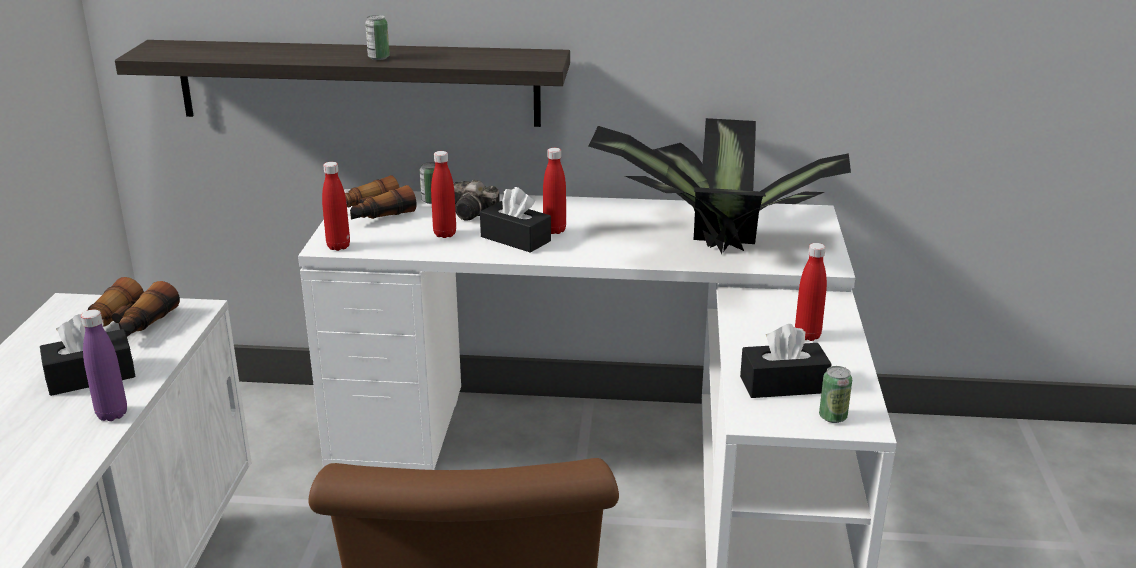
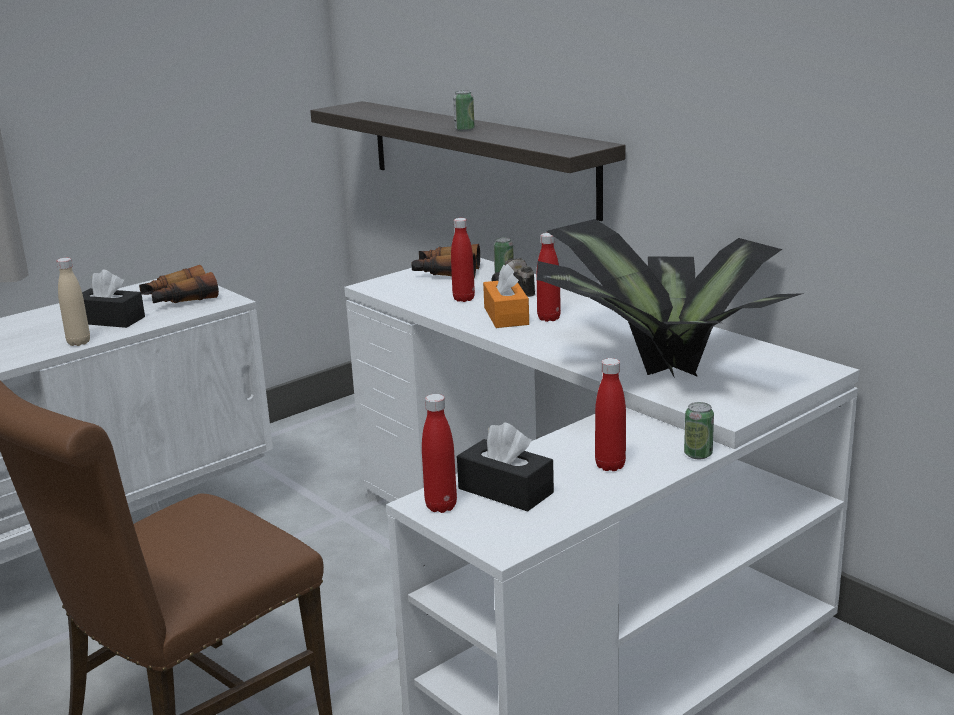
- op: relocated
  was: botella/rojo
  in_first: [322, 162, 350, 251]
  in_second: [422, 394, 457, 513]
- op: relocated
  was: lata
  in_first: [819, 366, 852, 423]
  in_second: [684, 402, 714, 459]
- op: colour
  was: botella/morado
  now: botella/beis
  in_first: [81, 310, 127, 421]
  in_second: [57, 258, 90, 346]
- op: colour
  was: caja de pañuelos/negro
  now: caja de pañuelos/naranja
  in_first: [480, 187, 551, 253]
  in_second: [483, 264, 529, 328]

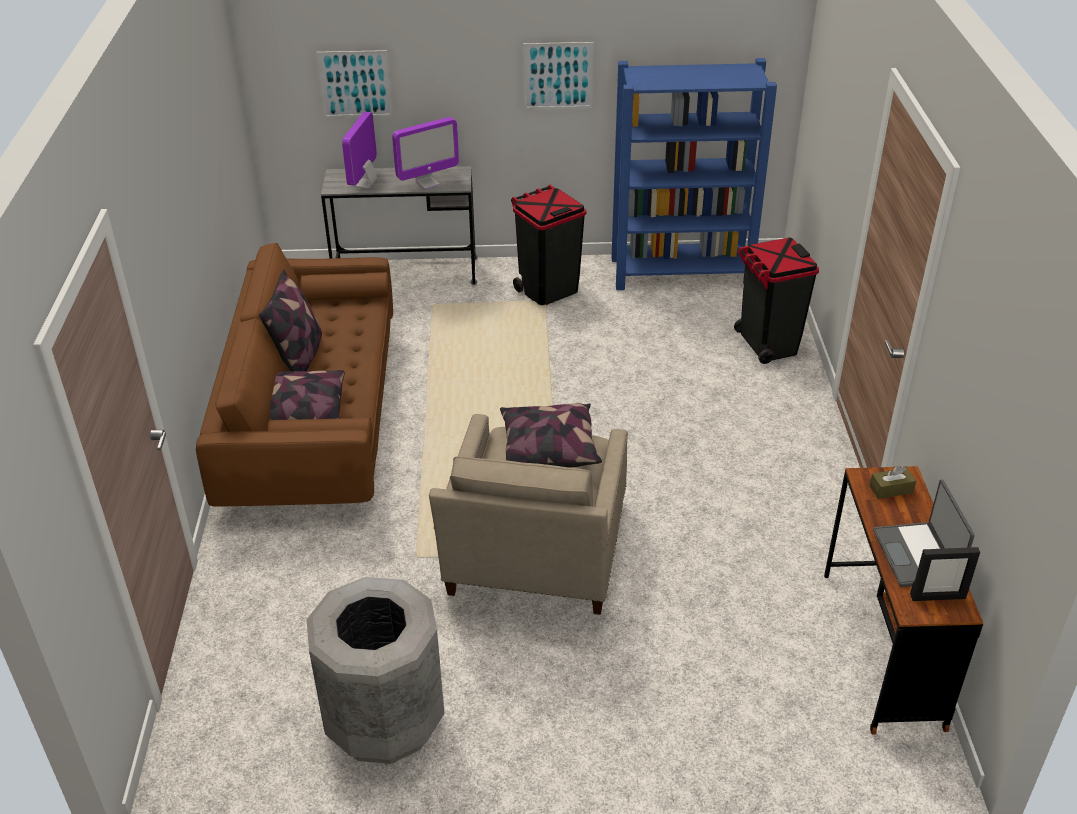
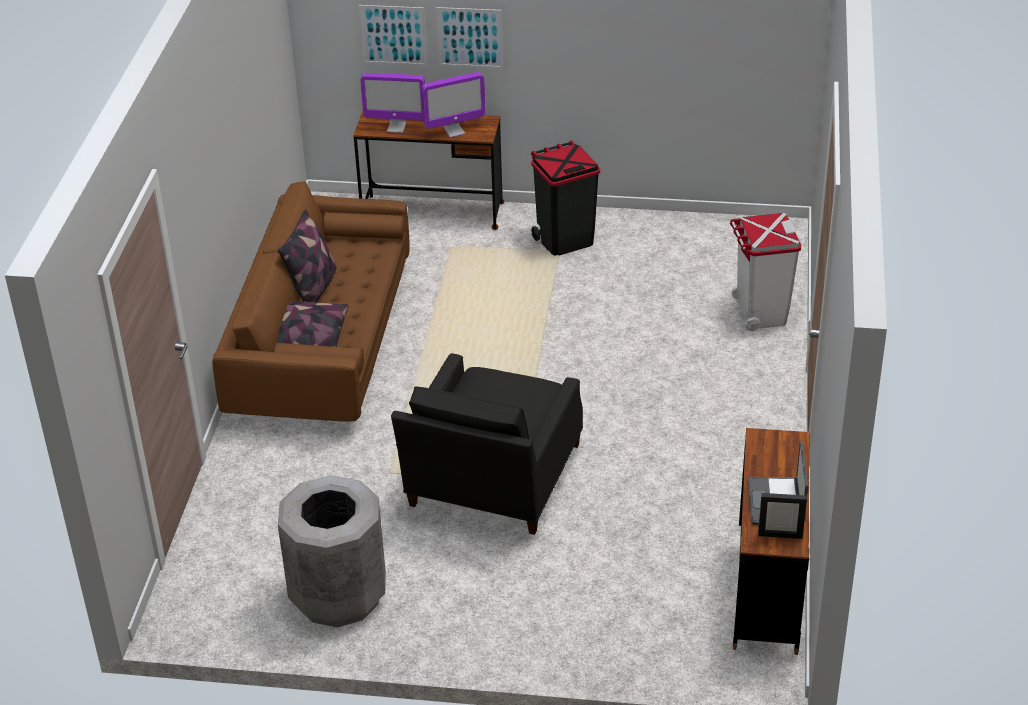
- op: missing
  was: cojín
  in_first: [500, 403, 602, 468]
- op: missing
  was: estantería/azul
  in_first: [611, 58, 777, 290]
- op: missing
  was: caja de pañuelos/marrón
  in_first: [869, 466, 916, 499]
- op: relocated
  was: cuadro
  in_first: [523, 42, 594, 110]
  in_second: [436, 7, 503, 69]
- op: colour
  was: escritorio/gris
  now: escritorio/marrón
  in_first: [321, 166, 478, 285]
  in_second: [353, 111, 504, 230]
- op: colour
  was: sillón/beis
  now: sillón/negro
  in_first: [429, 414, 628, 615]
  in_second: [391, 353, 583, 535]
- op: colour
  was: papelera/negro
  now: papelera/blanco
  in_first: [734, 238, 819, 364]
  in_second: [730, 213, 801, 331]
- op: spun
  was: monitor
  in_first: [342, 112, 377, 188]
  in_second: [360, 73, 425, 133]
  clockwise: -105

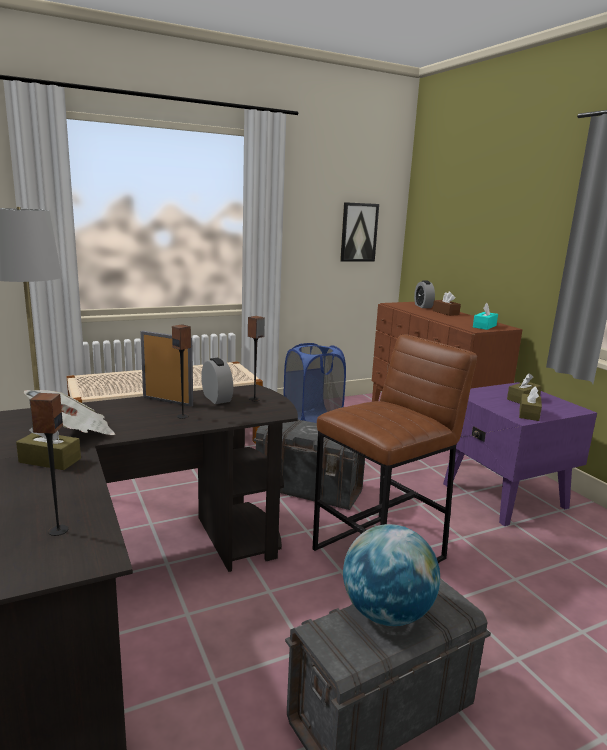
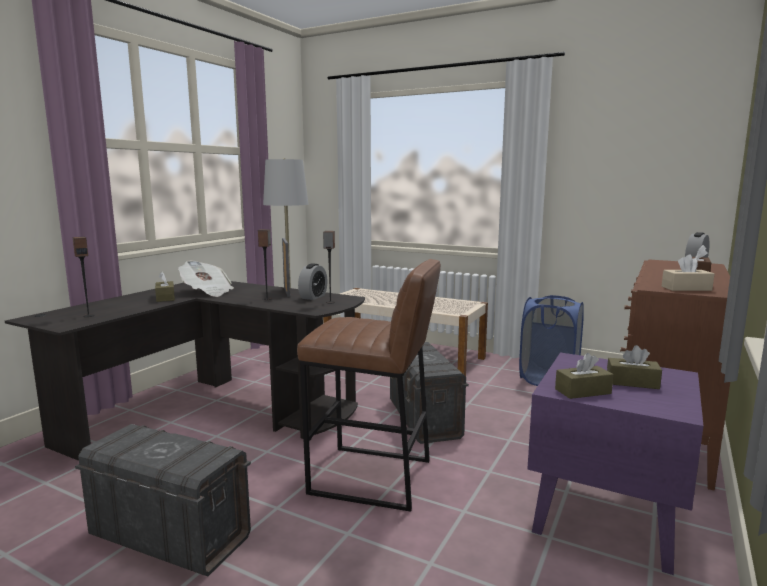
- op: missing
  was: cuadro
  in_first: [340, 202, 379, 262]
- op: missing
  was: globo terráqueo
  in_first: [343, 524, 440, 626]
- op: colour
  was: caja de pañuelos/turquesa
  now: caja de pañuelos/beis
  in_first: [473, 303, 498, 330]
  in_second: [662, 255, 714, 291]

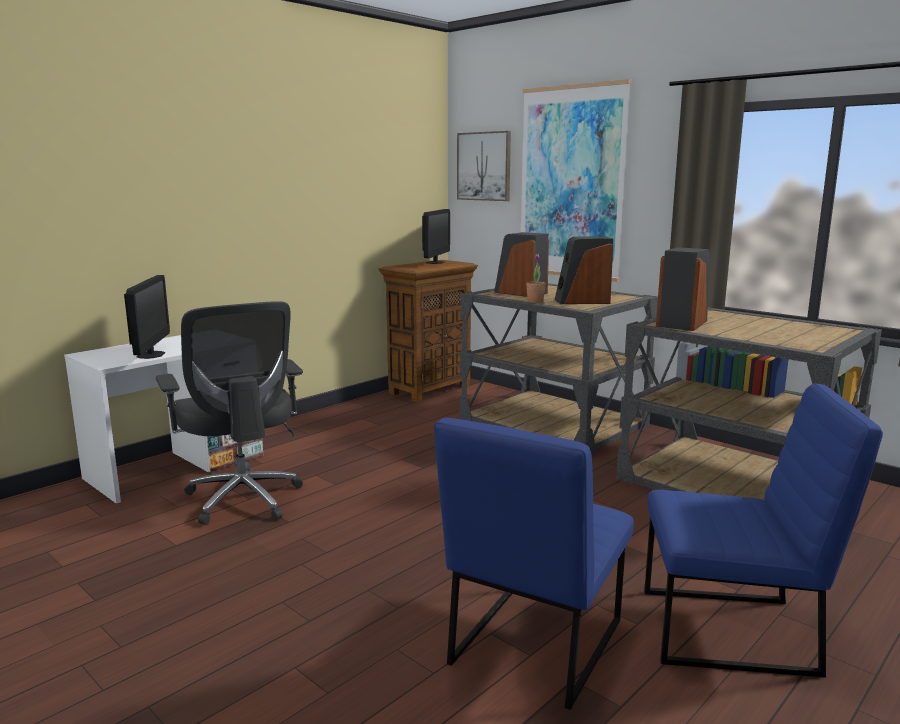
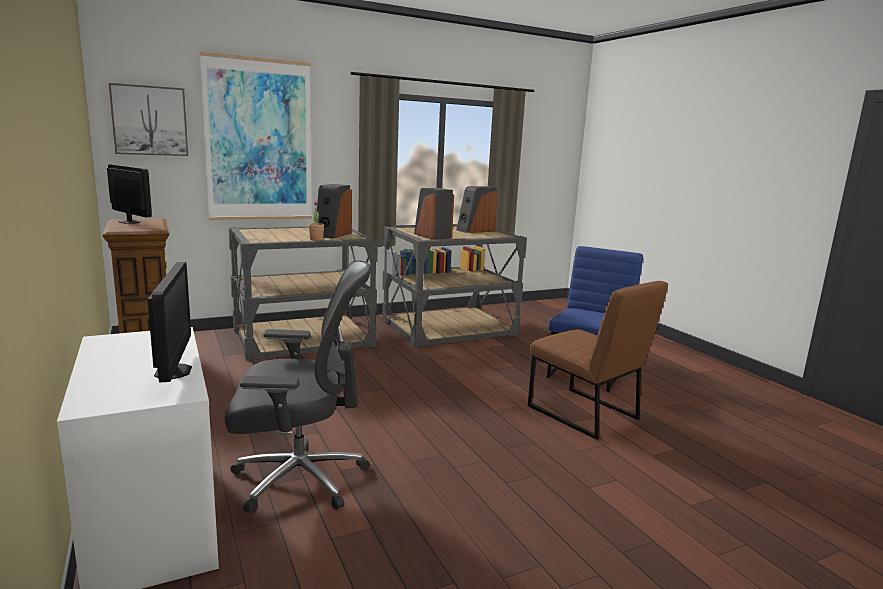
- op: relocated
  was: altavoz
  in_first: [494, 232, 549, 297]
  in_second: [456, 186, 498, 233]
- op: colour
  was: silla/azul
  now: silla/marrón
  in_first: [434, 418, 634, 710]
  in_second: [528, 281, 668, 440]
- op: spun
  was: monitor
  in_first: [124, 275, 170, 359]
  in_second: [148, 262, 192, 383]
  clockwise: 60

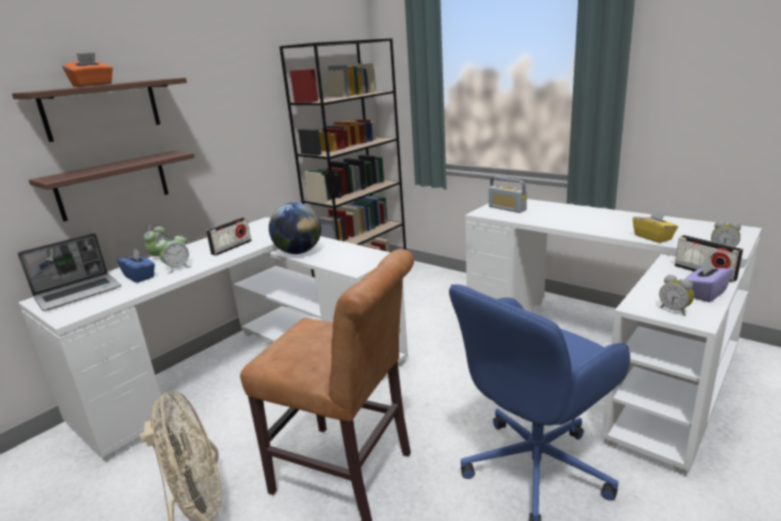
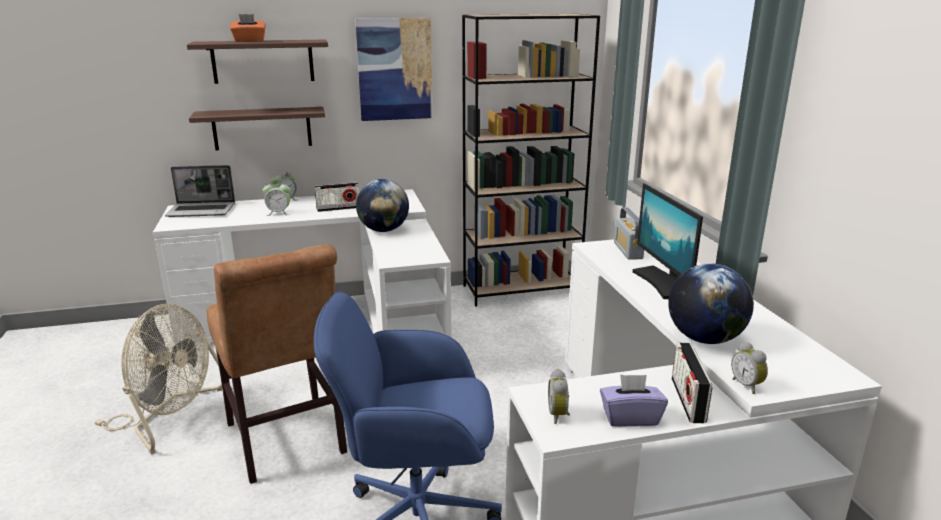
- op: missing
  was: caja de pañuelos/azul
  in_first: [117, 249, 155, 283]
- op: appeared
  now: cuadro
  in_second: [355, 18, 433, 121]
- op: appeared
  now: monitor
  in_second: [632, 183, 703, 299]
- op: exchanged
  was: caja de pañuelos/amarillo
  now: globo terráqueo
  in_first: [633, 208, 678, 243]
  in_second: [668, 263, 754, 344]

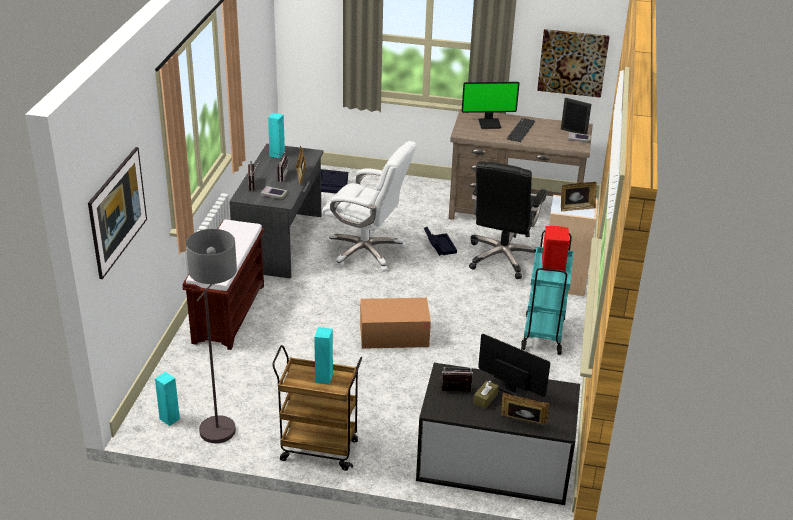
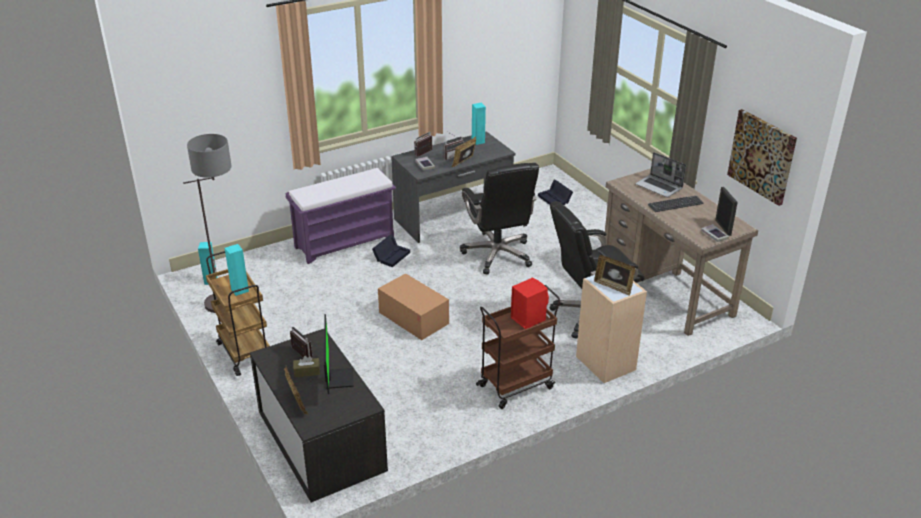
- op: missing
  was: cuadro
  in_first: [88, 147, 147, 279]
- op: relocated
  was: caja de almacenaje/negro
  in_first: [424, 227, 457, 256]
  in_second: [372, 234, 410, 267]
- op: exchanged
  was: monitor
  now: portátil
  in_first: [462, 82, 519, 129]
  in_second: [635, 152, 686, 197]
- op: colour
  was: banco/marrón
  now: banco/morado
  in_first: [183, 219, 265, 350]
  in_second: [285, 168, 396, 264]
- op: colour
  was: silla de oficina/blanco
  now: silla de oficina/negro
  in_first: [322, 141, 416, 272]
  in_second: [460, 163, 539, 274]
- op: colour
  was: carrito/turquesa
  now: carrito/marrón
  in_first: [521, 230, 574, 355]
  in_second: [476, 285, 560, 409]

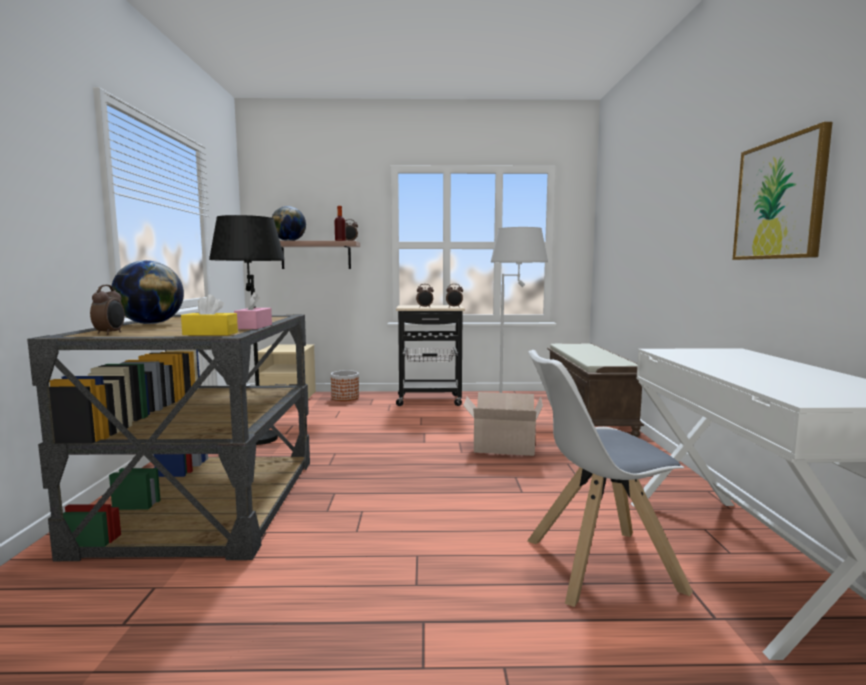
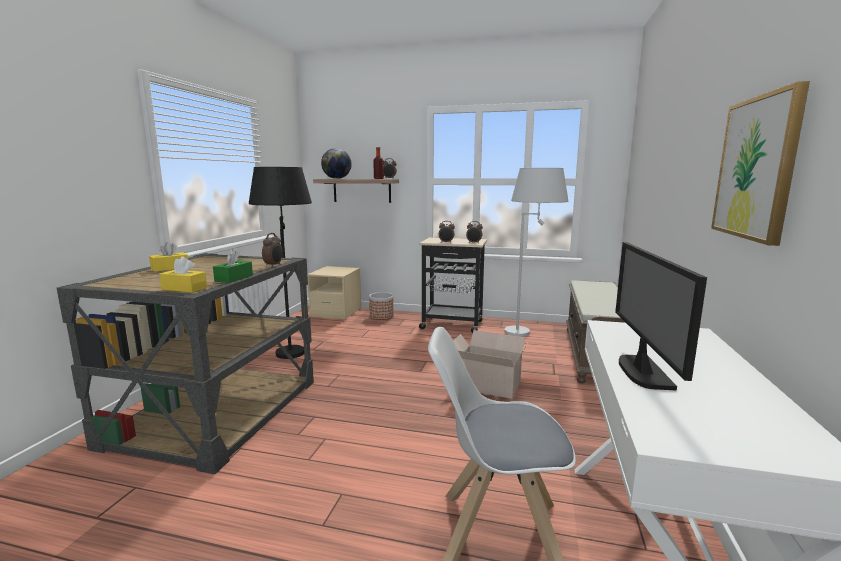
- op: appeared
  now: monitor
  in_second: [615, 242, 707, 391]
- op: relocated
  was: despertador
  in_first: [90, 285, 125, 335]
  in_second: [262, 233, 283, 267]
- op: exchanged
  was: globo terráqueo
  now: caja de pañuelos/amarillo
  in_first: [112, 260, 184, 324]
  in_second: [149, 242, 188, 272]
- op: colour
  was: caja de pañuelos/rosa
  now: caja de pañuelos/verde
  in_first: [234, 292, 272, 329]
  in_second: [213, 249, 253, 283]

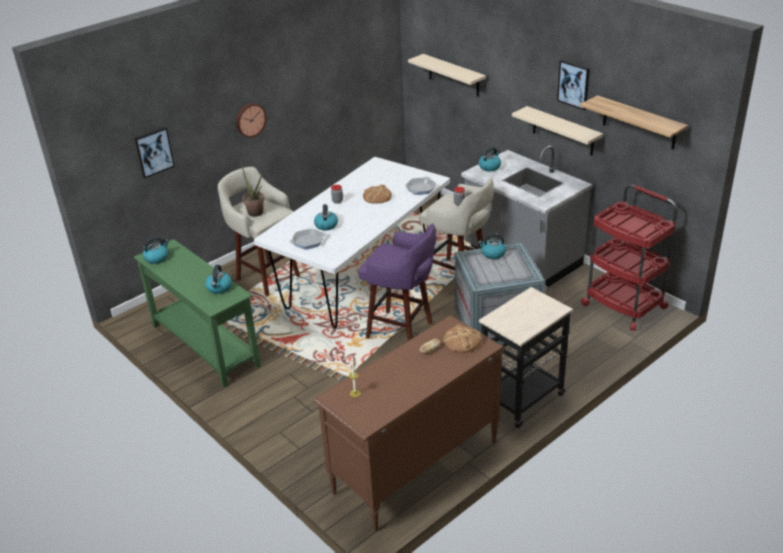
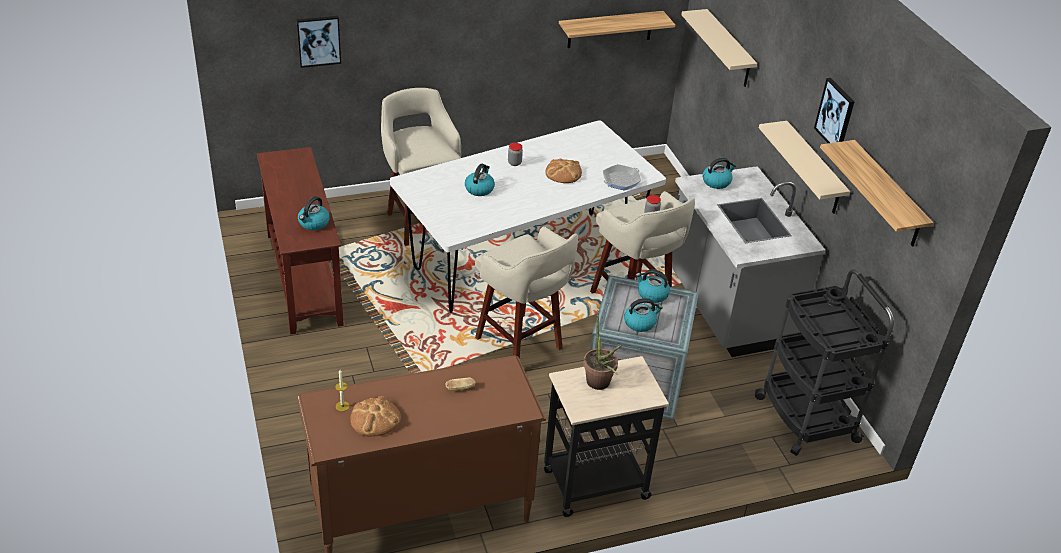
- op: missing
  was: reloj de pared
  in_first: [236, 103, 267, 138]
- op: missing
  was: sartén
  in_first: [290, 229, 326, 250]
- op: appeared
  now: estante
  in_second: [559, 11, 675, 48]
- op: relocated
  was: hervidor
  in_first: [143, 237, 169, 264]
  in_second: [624, 298, 663, 332]
- op: relocated
  was: planta en maceta
  in_first: [241, 163, 267, 217]
  in_second: [583, 313, 622, 390]
- op: relocated
  was: pan
  in_first: [443, 324, 482, 353]
  in_second: [350, 396, 401, 437]
- op: colour
  was: mesa consola/verde
  now: mesa consola/marrón
  in_first: [134, 239, 261, 387]
  in_second: [257, 147, 344, 335]
- op: colour
  was: taburete/morado
  now: taburete/beis
  in_first: [358, 224, 436, 341]
  in_second: [475, 227, 578, 359]
- op: colour
  was: carrito/rojo
  now: carrito/negro
  in_first: [581, 185, 677, 331]
  in_second: [755, 270, 894, 456]

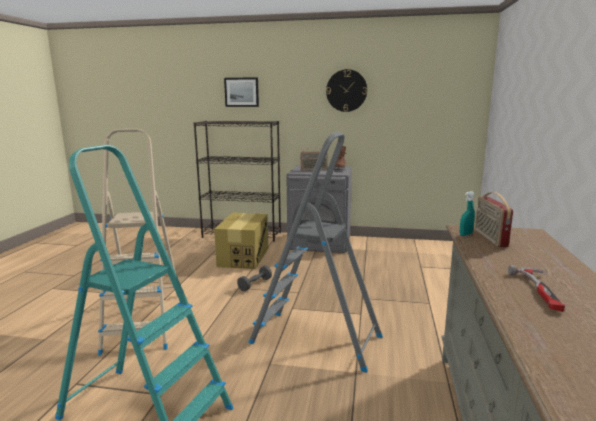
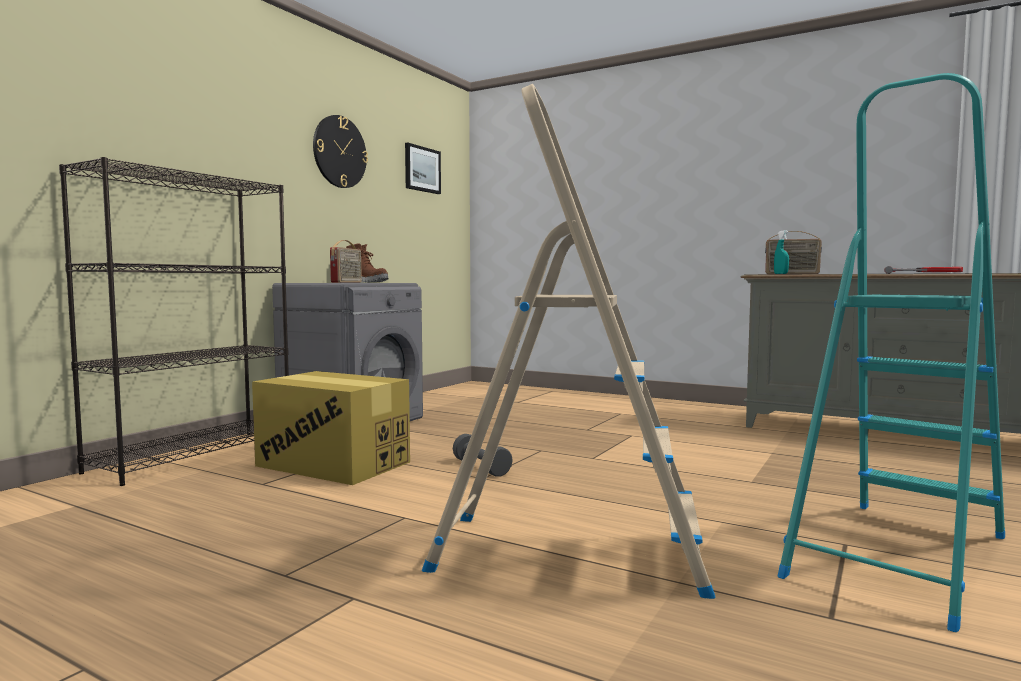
- op: missing
  was: escalera de tijera/gris
  in_first: [248, 132, 383, 373]
- op: relocated
  was: cuadro
  in_first: [224, 77, 259, 107]
  in_second: [405, 143, 441, 194]

